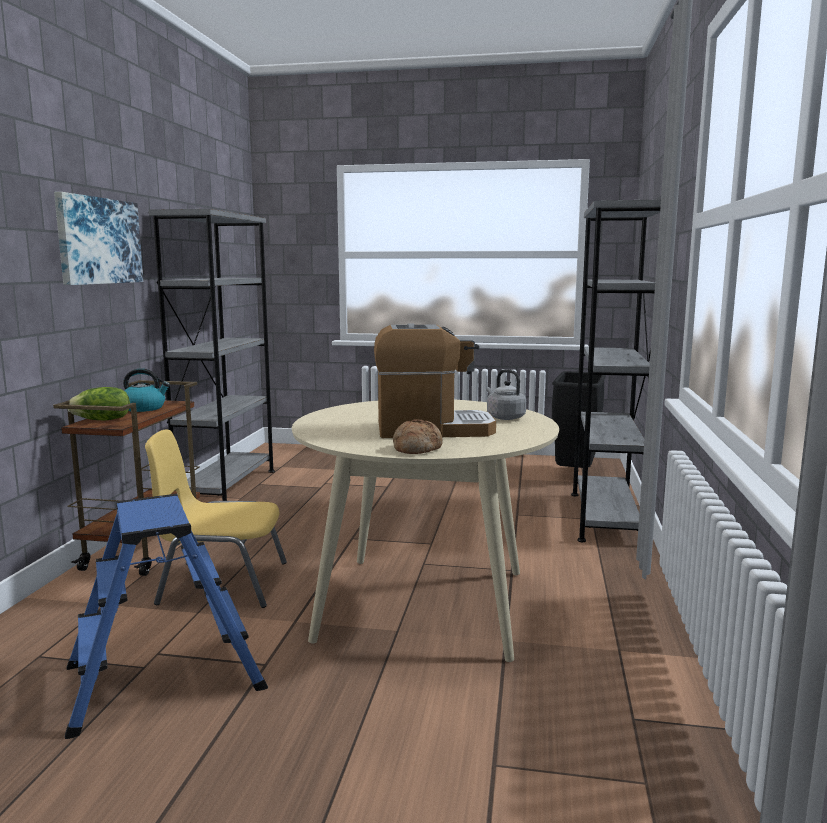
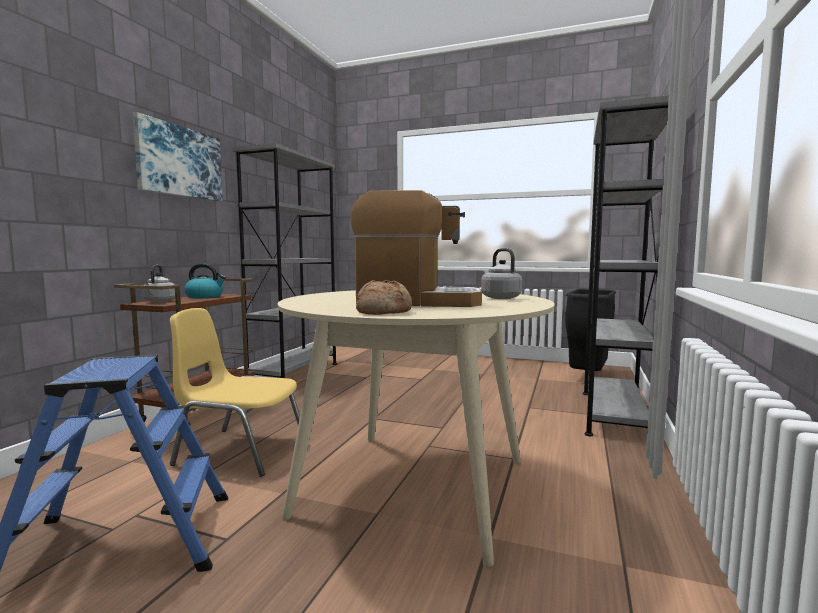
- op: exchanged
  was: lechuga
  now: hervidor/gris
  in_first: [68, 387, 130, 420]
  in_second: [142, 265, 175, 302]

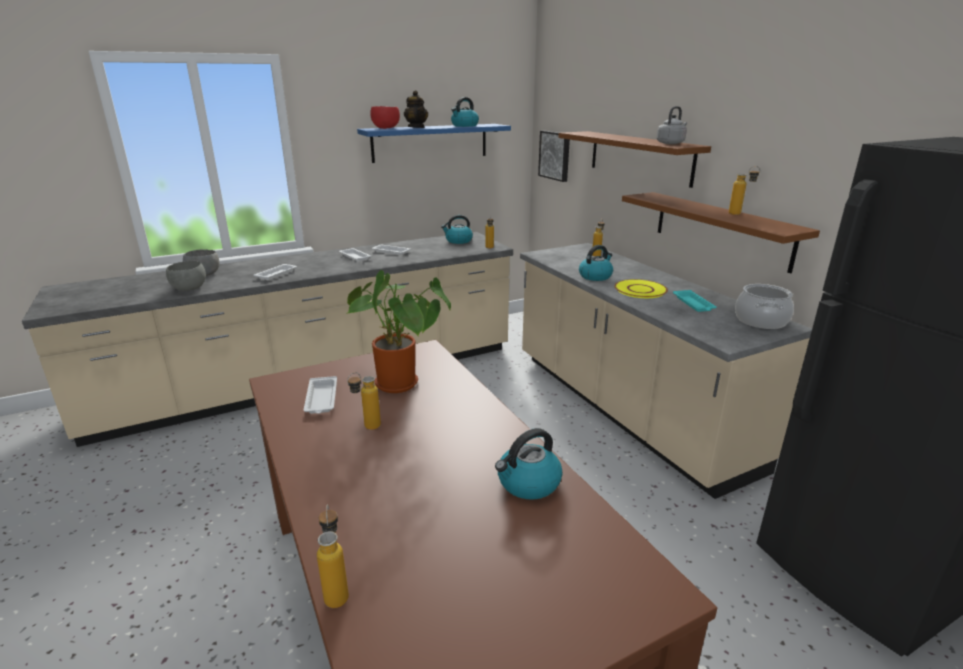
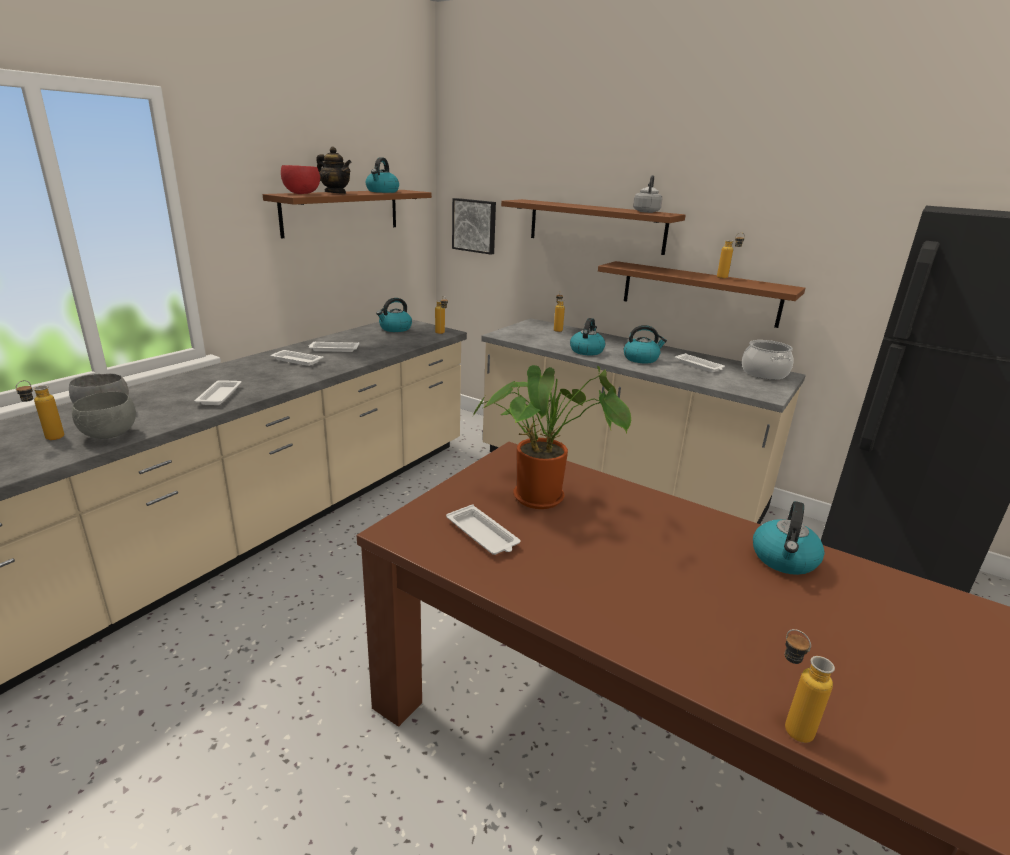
- op: relocated
  was: botella
  in_first: [347, 372, 381, 430]
  in_second: [16, 380, 64, 440]
- op: exchanged
  was: plato/amarillo
  now: hervidor
  in_first: [614, 279, 668, 298]
  in_second: [624, 325, 667, 364]
- op: colour
  was: estante/azul
  now: estante/marrón
  in_first: [357, 124, 511, 163]
  in_second: [263, 190, 432, 238]
- op: colour
  was: bandeja/turquesa
  now: bandeja/blanco
  in_first: [673, 290, 717, 312]
  in_second: [675, 353, 725, 372]

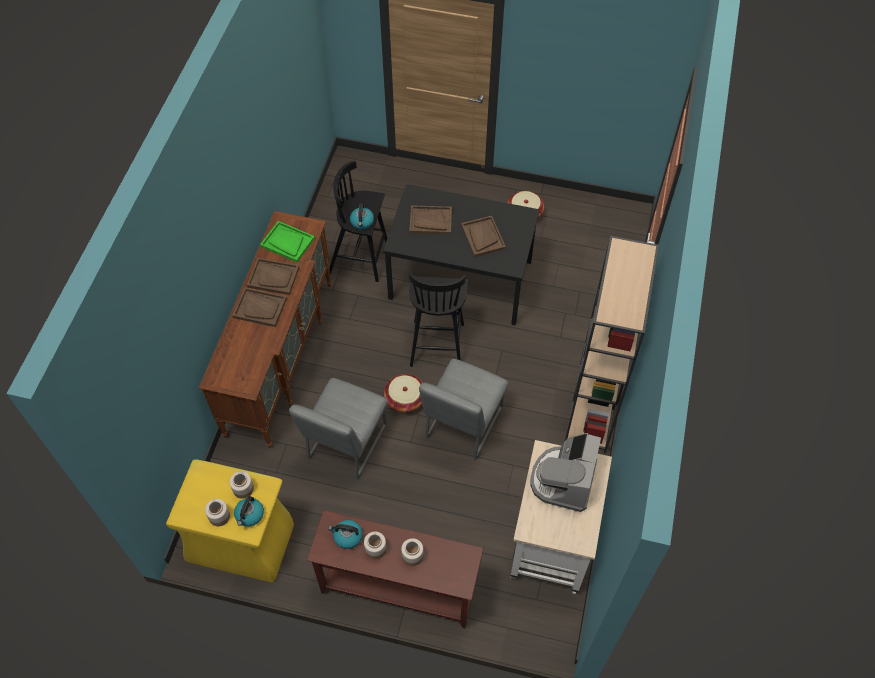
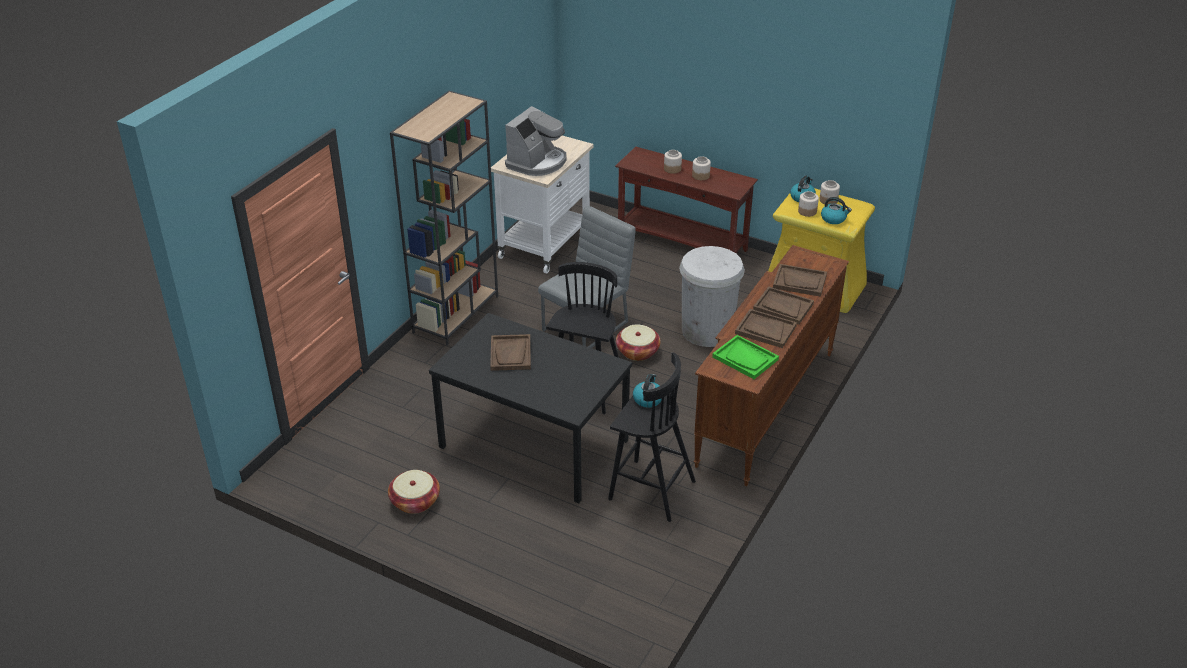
- op: relocated
  was: hervidor
  in_first: [328, 520, 363, 549]
  in_second: [821, 197, 852, 224]
- op: relocated
  was: bandeja/marrón
  in_first: [409, 205, 452, 235]
  in_second: [773, 264, 827, 297]
- op: exchanged
  was: silla/gris
  now: papelera/blanco
  in_first: [289, 378, 388, 480]
  in_second: [679, 246, 745, 347]

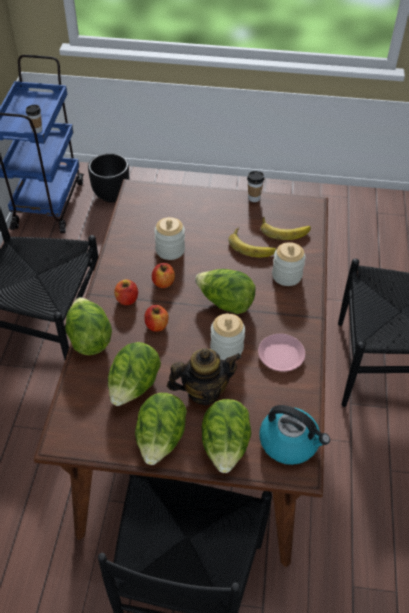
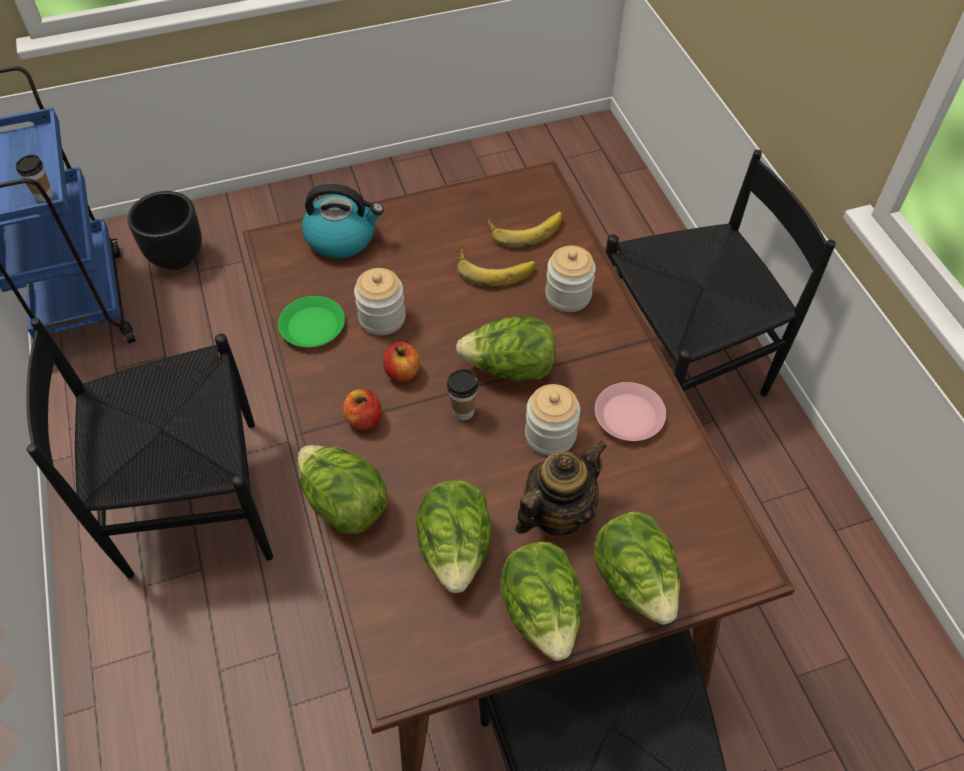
- op: missing
  was: manzana
  in_first: [144, 305, 169, 332]
- op: appeared
  now: plato/verde
  in_second: [278, 296, 345, 347]
- op: relocated
  was: taza
  in_first: [247, 171, 264, 202]
  in_second: [446, 369, 479, 420]
- op: relocated
  was: hervidor
  in_first: [259, 405, 330, 465]
  in_second: [302, 184, 384, 258]

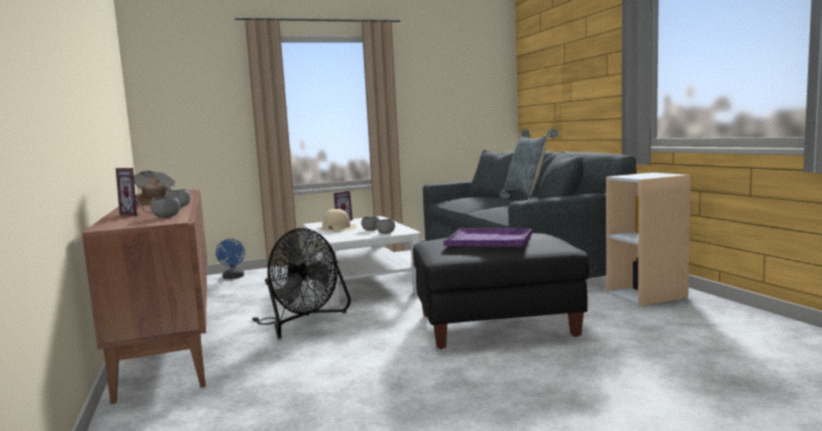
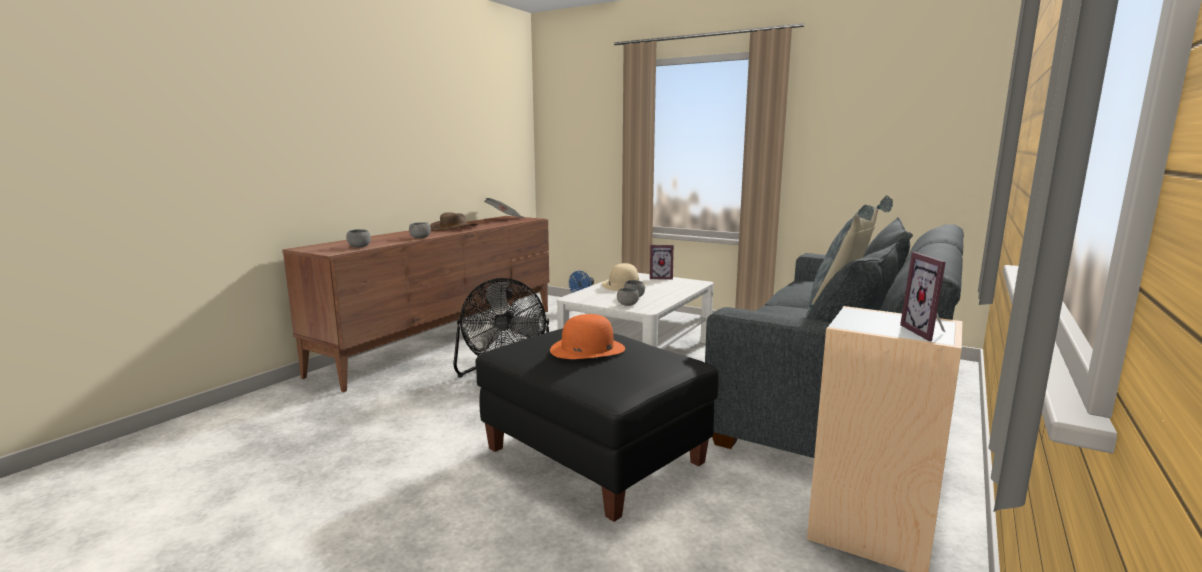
- op: relocated
  was: portarretratos
  in_first: [116, 168, 146, 216]
  in_second: [900, 252, 946, 341]
- op: exchanged
  was: bandeja/morado
  now: sombrero/naranja
  in_first: [443, 228, 533, 247]
  in_second: [550, 314, 625, 359]

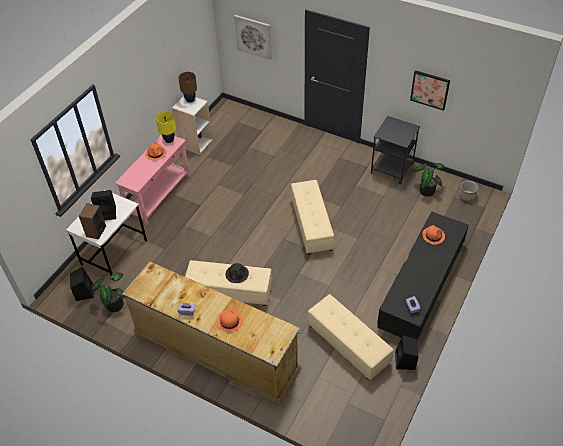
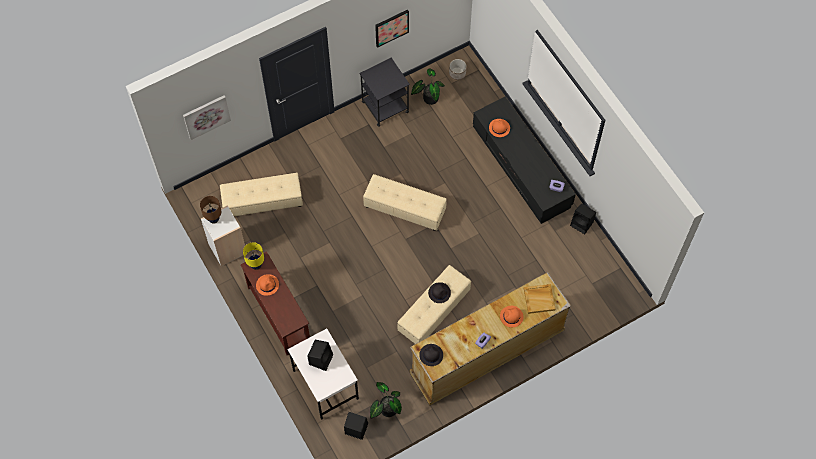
- op: missing
  was: altavoz
  in_first: [79, 203, 106, 240]
- op: appeared
  now: sombrero/negro
  in_second: [419, 344, 443, 366]
- op: appeared
  now: bandeja/beis
  in_second: [524, 284, 556, 314]
- op: relocated
  was: puf/beis
  in_first: [308, 294, 394, 380]
  in_second: [220, 173, 303, 216]
- op: colour
  was: mesa consola/rosa
  now: mesa consola/marrón
  in_first: [115, 134, 190, 226]
  in_second: [241, 251, 310, 355]

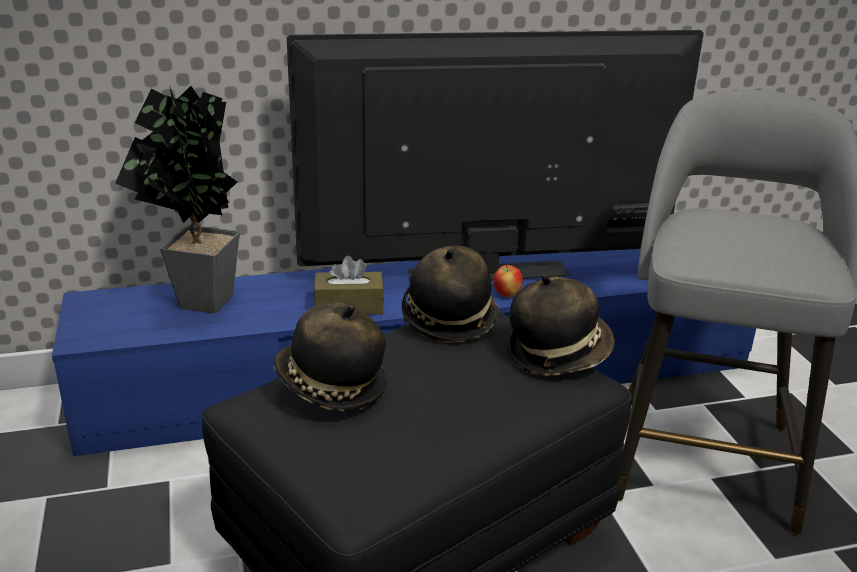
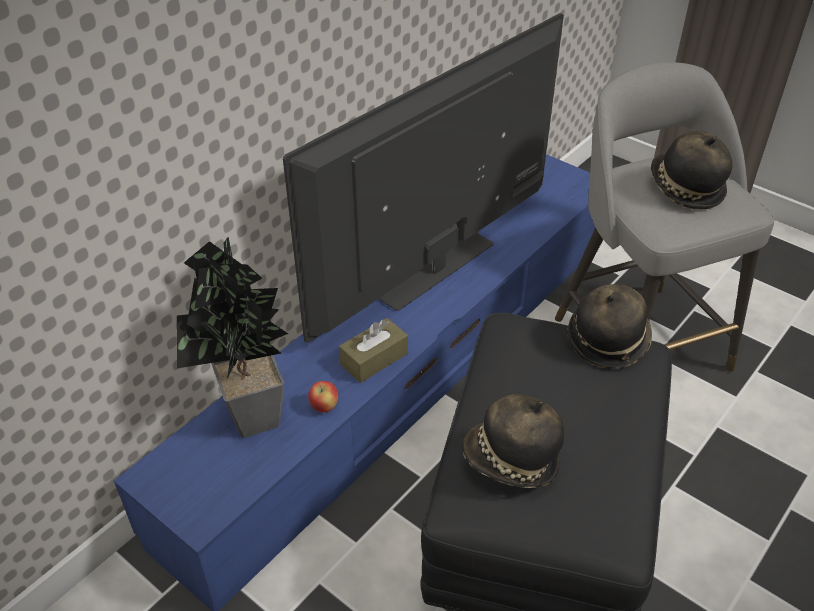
- op: relocated
  was: sombrero
  in_first: [402, 246, 498, 343]
  in_second: [651, 130, 732, 210]
- op: relocated
  was: manzana
  in_first: [493, 264, 523, 297]
  in_second: [308, 381, 338, 413]

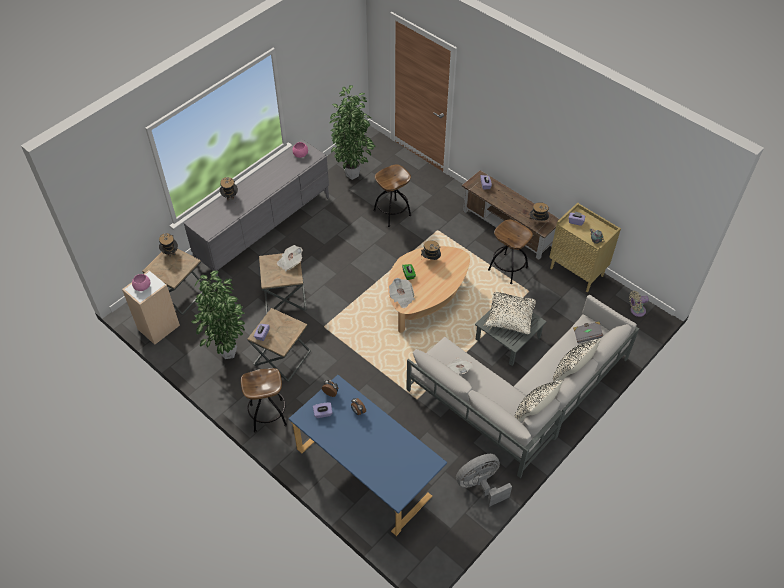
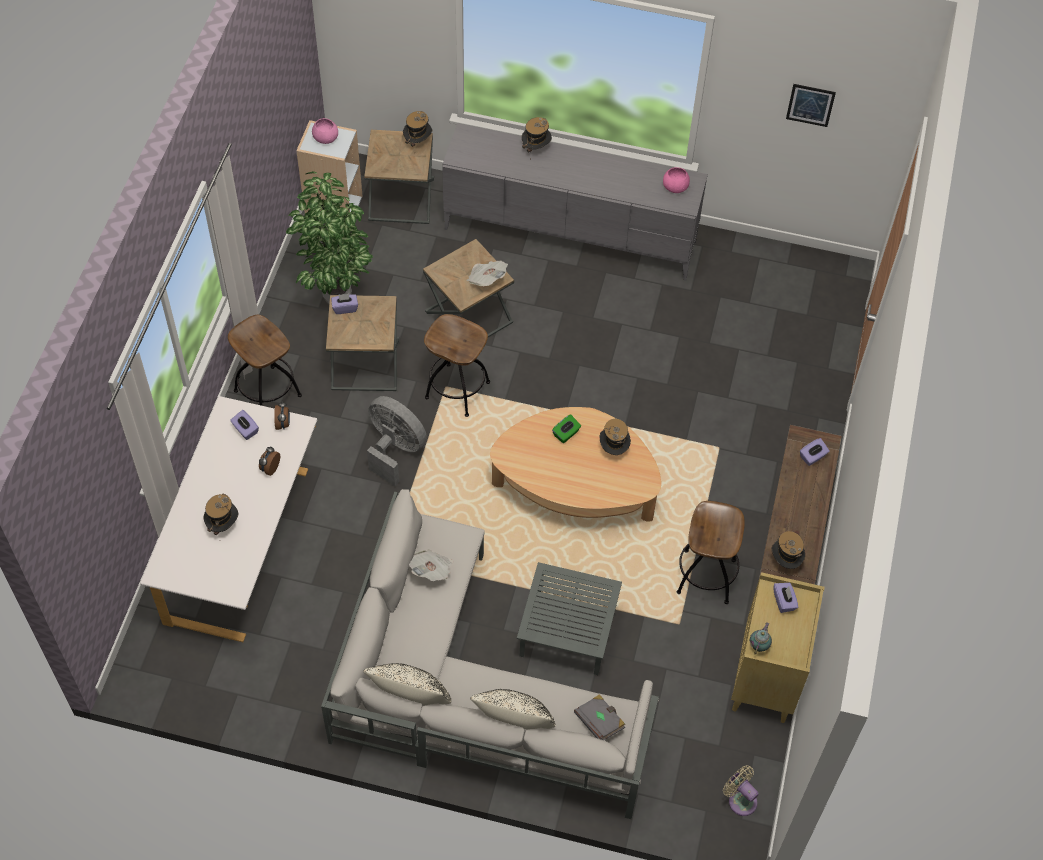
- op: missing
  was: planta en maceta
  in_first: [330, 85, 375, 180]
- op: missing
  was: periódico
  in_first: [389, 278, 415, 308]
- op: missing
  was: cojín/beis
  in_first: [485, 292, 536, 334]
- op: appeared
  now: sombrero
  in_second: [203, 494, 239, 535]
- op: appeared
  now: cuadro
  in_second: [786, 84, 836, 127]
- op: relocated
  was: taburete/marrón
  in_first: [373, 164, 411, 227]
  in_second: [424, 314, 490, 417]
- op: relocated
  was: ventilador/gris
  in_first: [456, 454, 512, 507]
  in_second: [367, 396, 427, 486]
- op: colour
  was: escritorio/azul
  now: escritorio/blanco
  in_first: [289, 375, 447, 536]
  in_second: [140, 396, 317, 642]

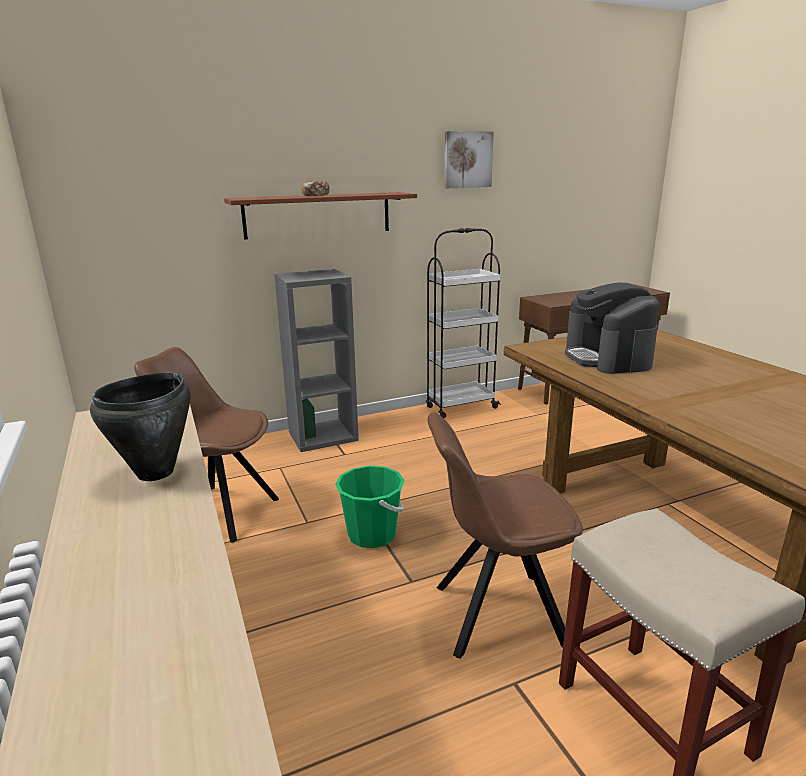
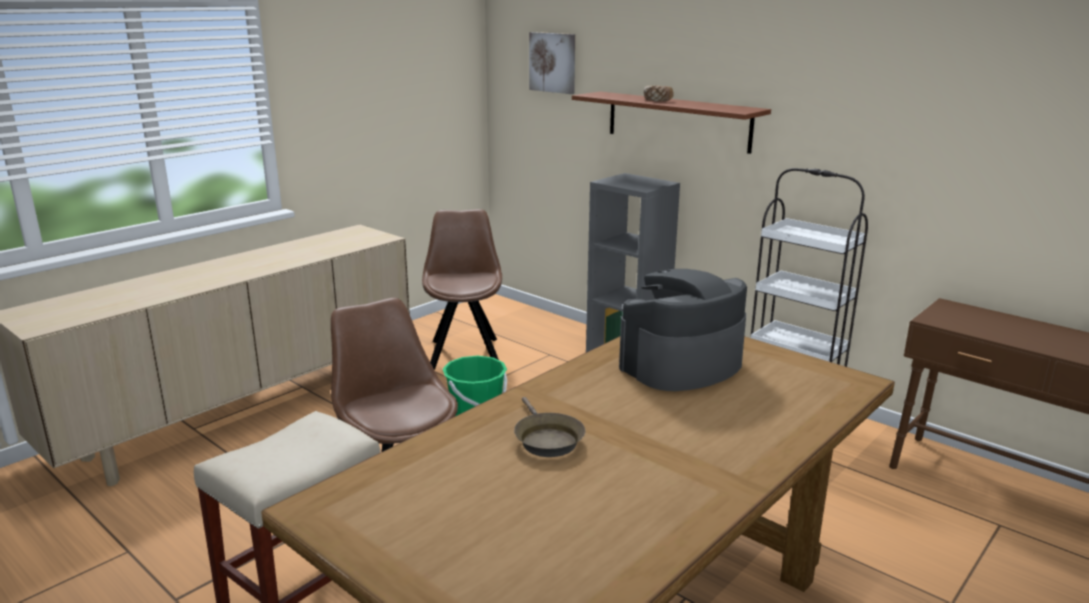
- op: missing
  was: olla/negro
  in_first: [90, 372, 191, 481]
- op: appeared
  now: sartén/marrón
  in_second: [514, 397, 585, 457]
- op: relocated
  was: cuadro
  in_first: [444, 131, 494, 188]
  in_second: [529, 32, 575, 94]

